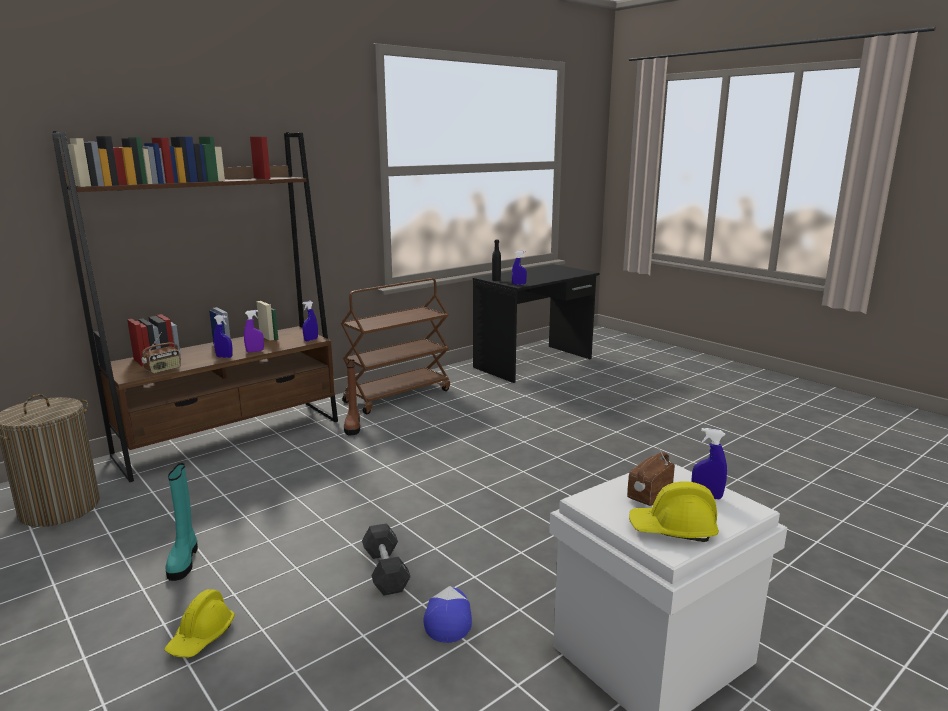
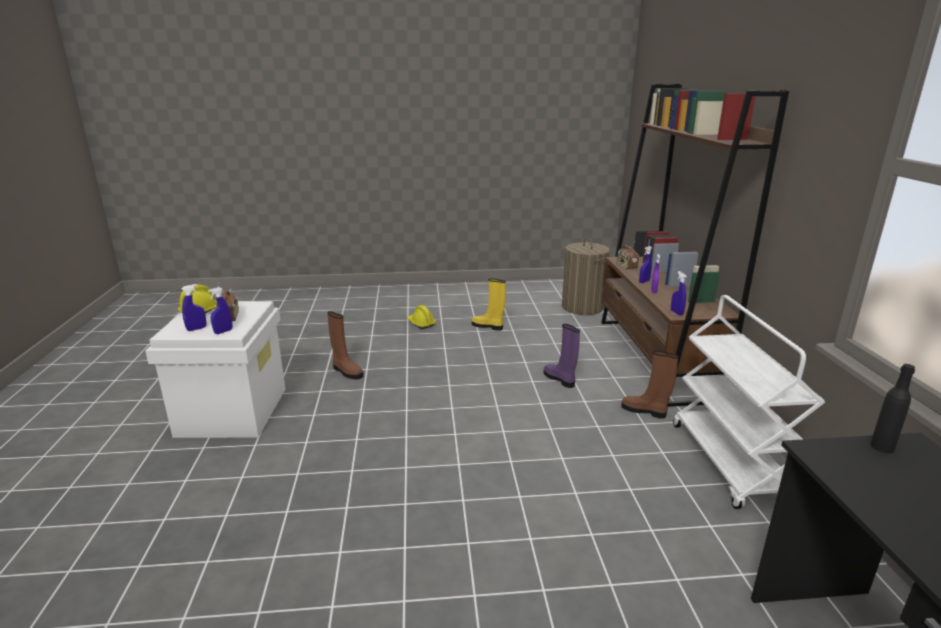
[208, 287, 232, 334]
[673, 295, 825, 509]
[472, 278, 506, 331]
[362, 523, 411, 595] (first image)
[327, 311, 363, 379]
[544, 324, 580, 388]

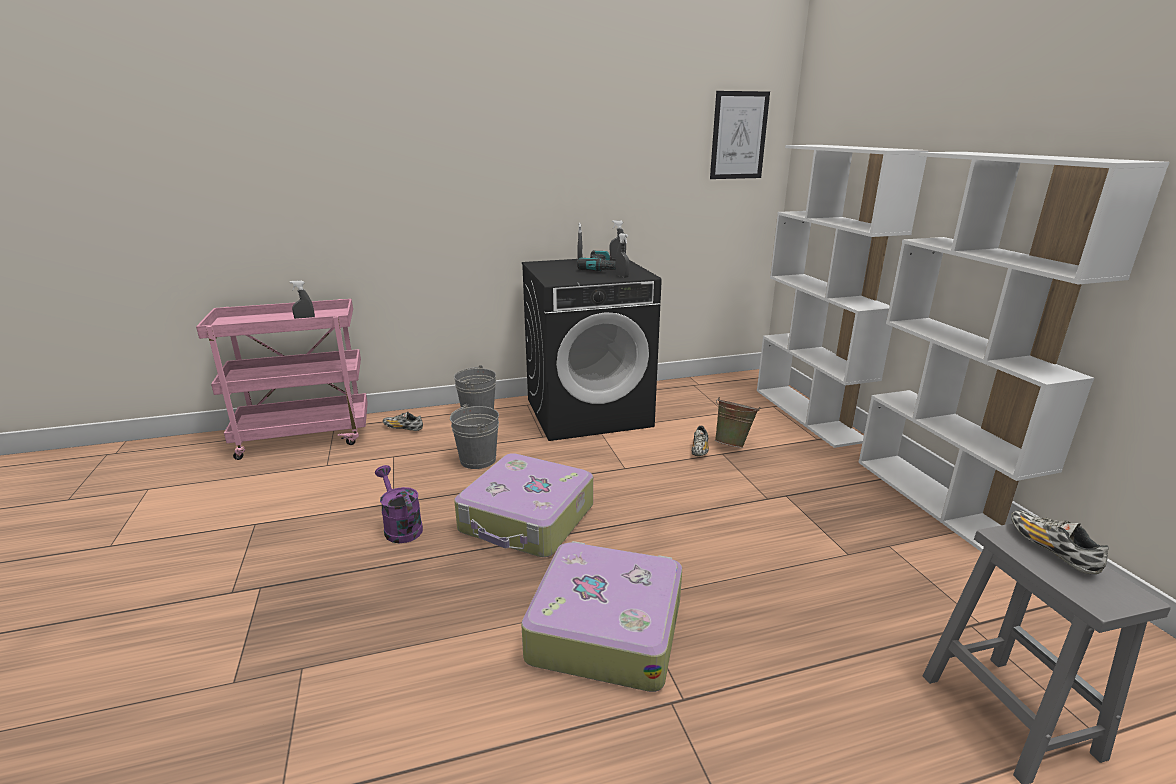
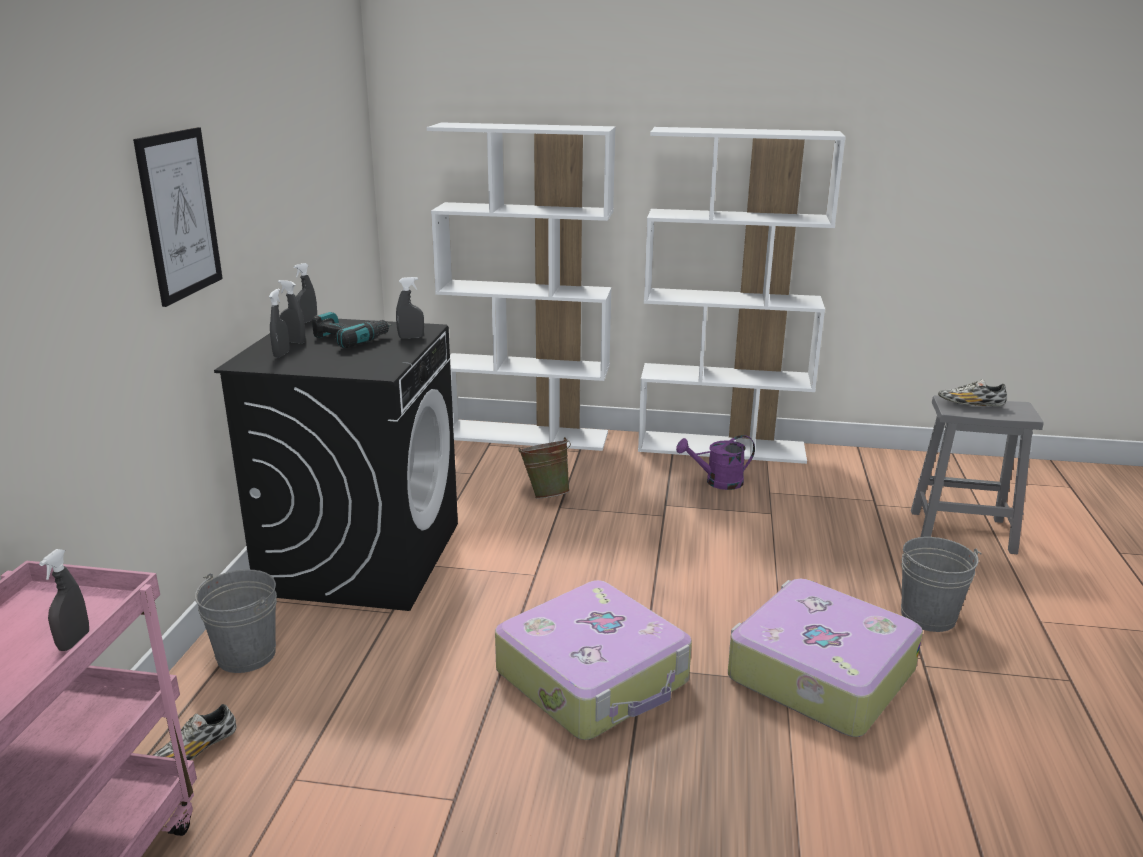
[133, 127, 223, 307]
[901, 537, 982, 632]
[692, 426, 709, 456] (first image)
[676, 435, 755, 490]
[269, 289, 289, 358]

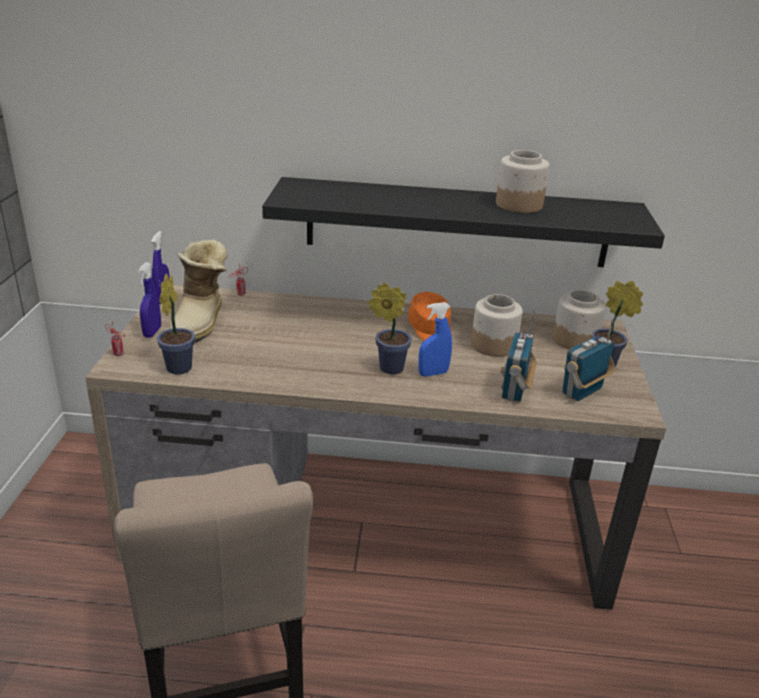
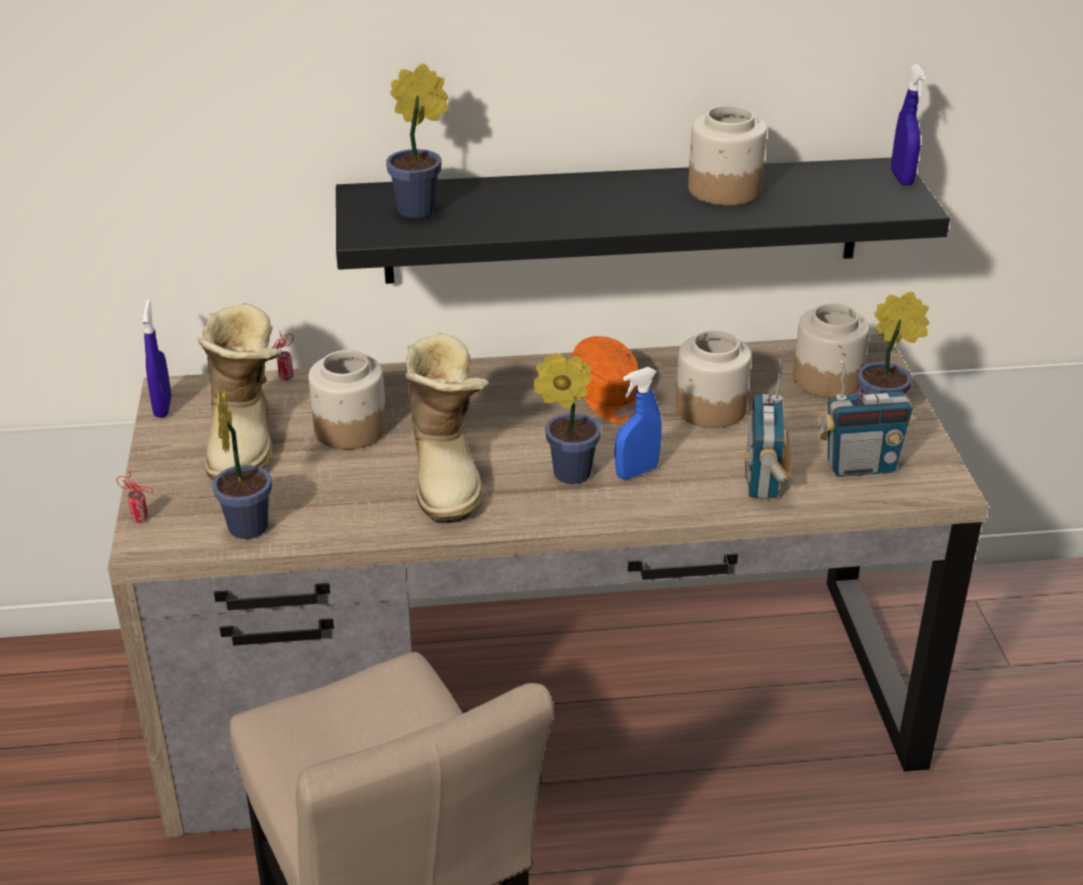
[891, 64, 926, 185]
[819, 361, 915, 477]
[386, 63, 448, 218]
[405, 333, 489, 523]
[309, 350, 387, 449]

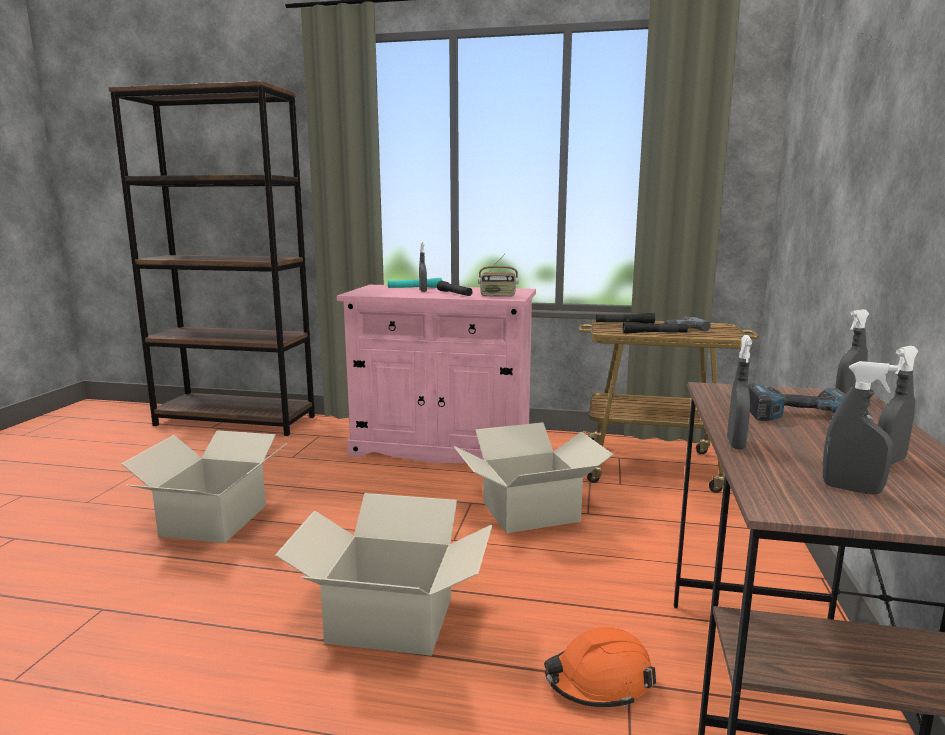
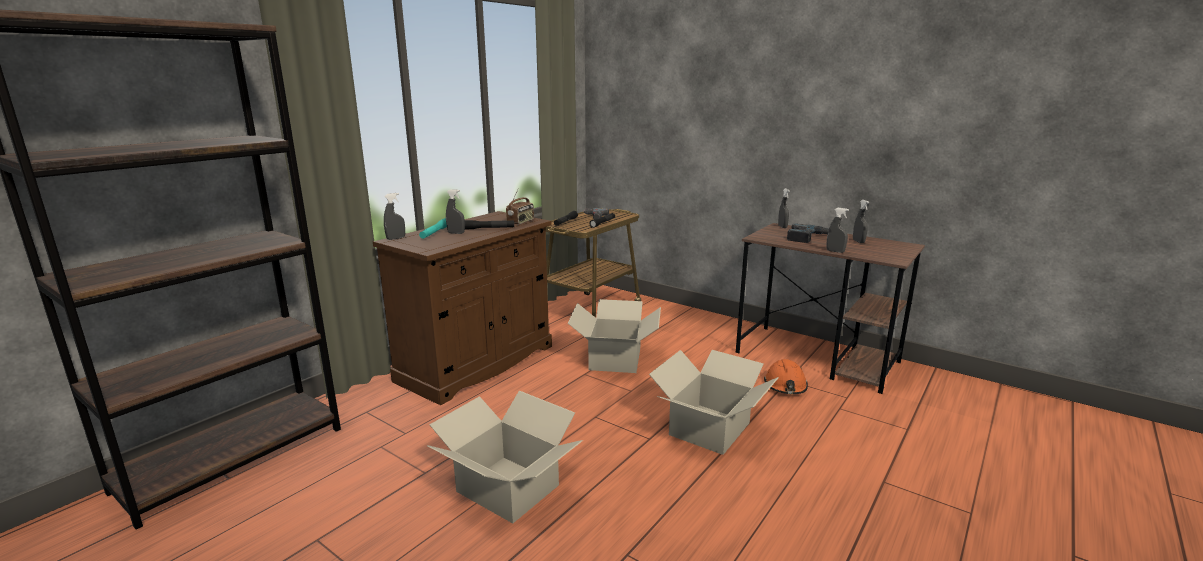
[373, 211, 552, 405]
[384, 193, 405, 240]

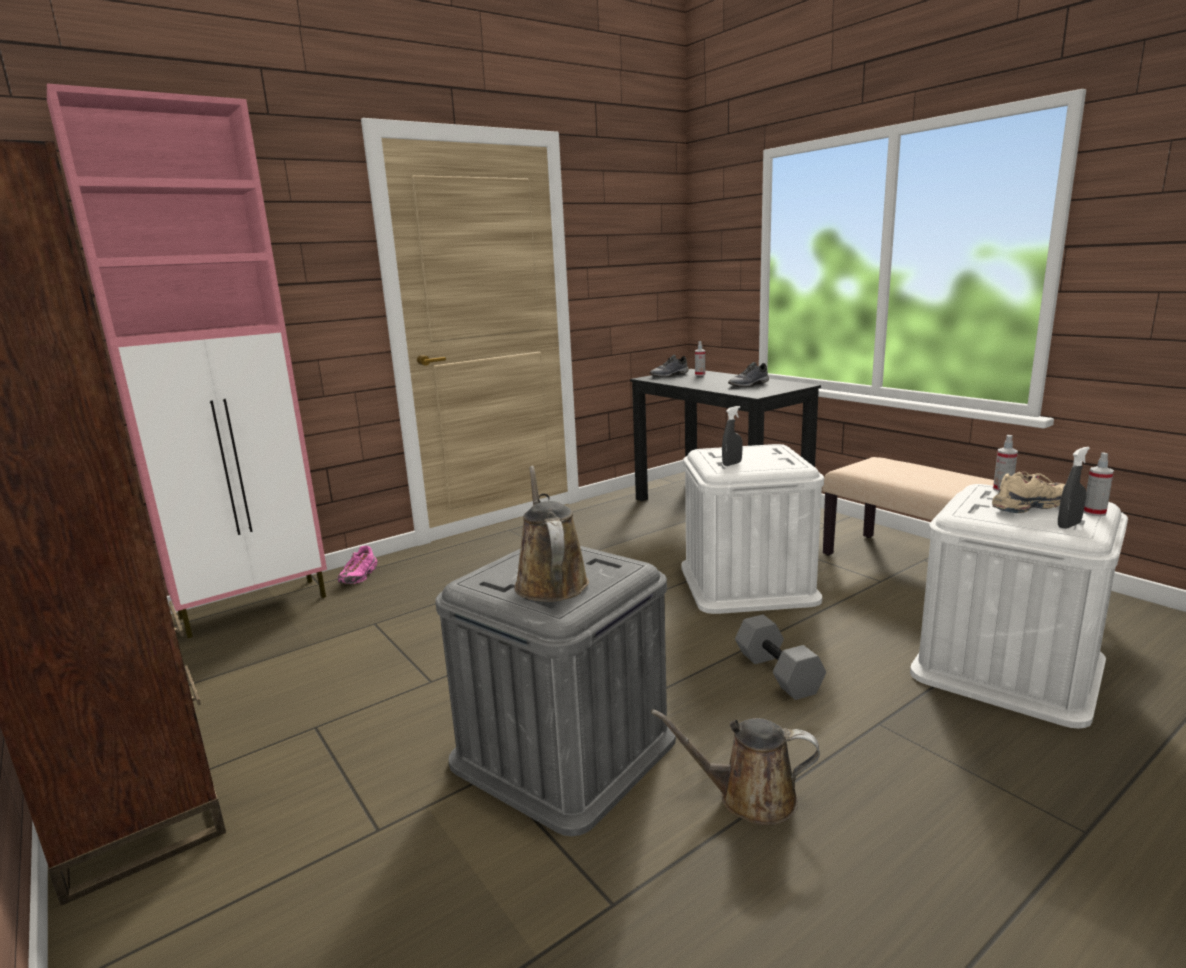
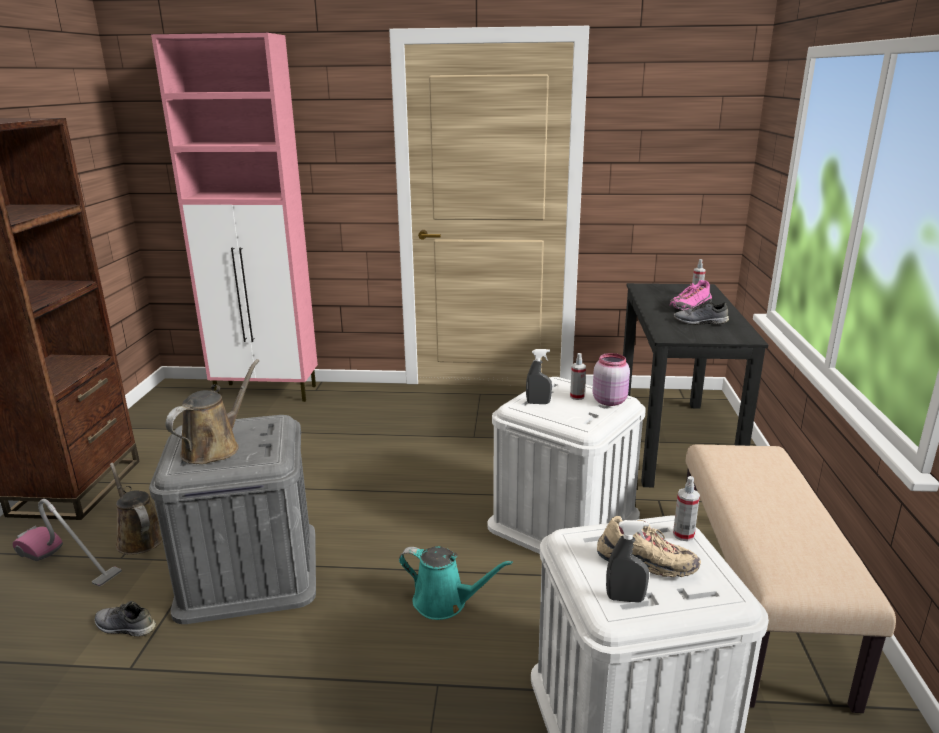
[94, 601, 156, 637]
[570, 353, 586, 400]
[670, 280, 712, 310]
[399, 546, 513, 620]
[110, 463, 163, 555]
[592, 353, 630, 406]
[13, 499, 122, 587]

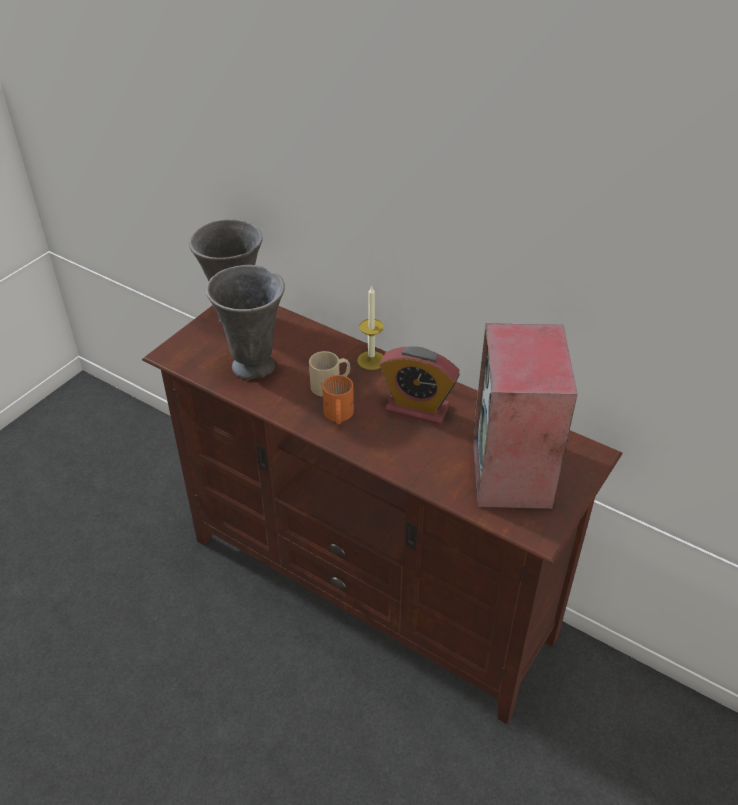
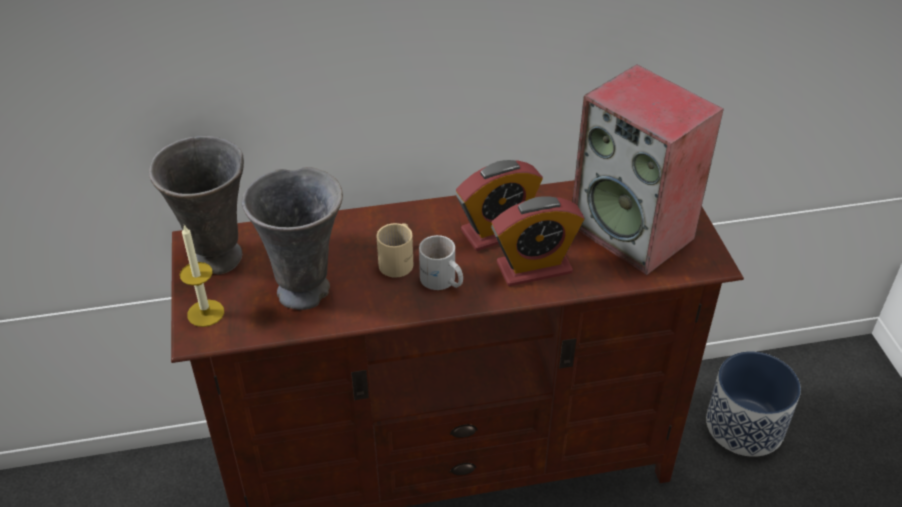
[180, 225, 224, 327]
[419, 235, 463, 290]
[491, 196, 585, 286]
[706, 351, 801, 457]

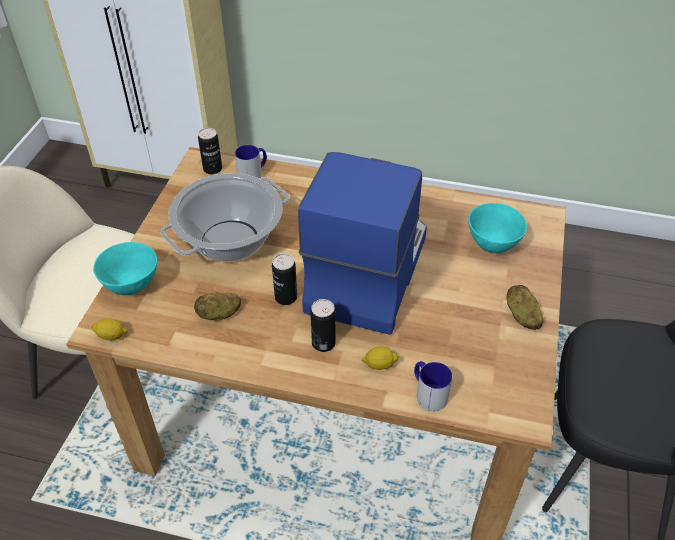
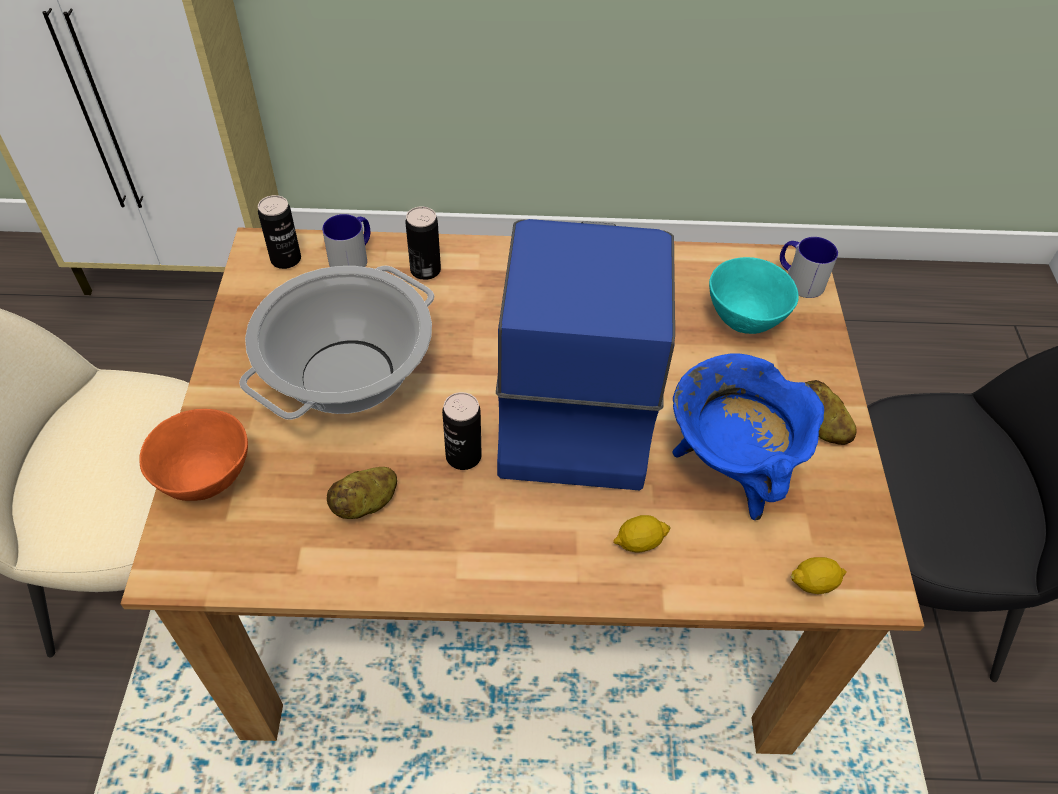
[140, 409, 248, 501]
[406, 206, 441, 280]
[791, 557, 847, 594]
[780, 237, 838, 298]
[672, 353, 824, 520]

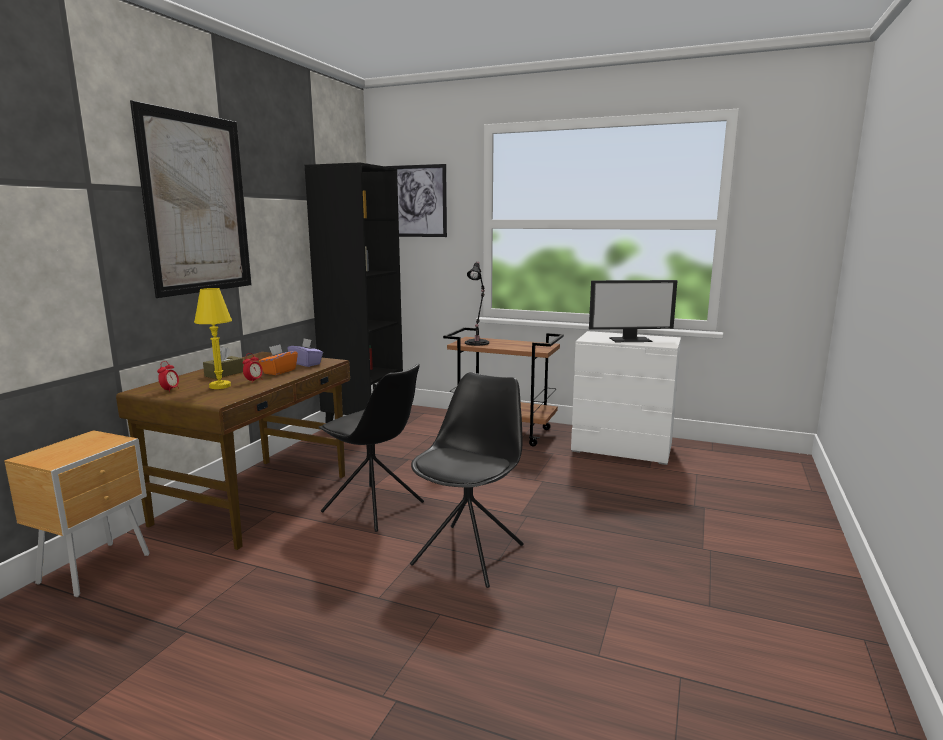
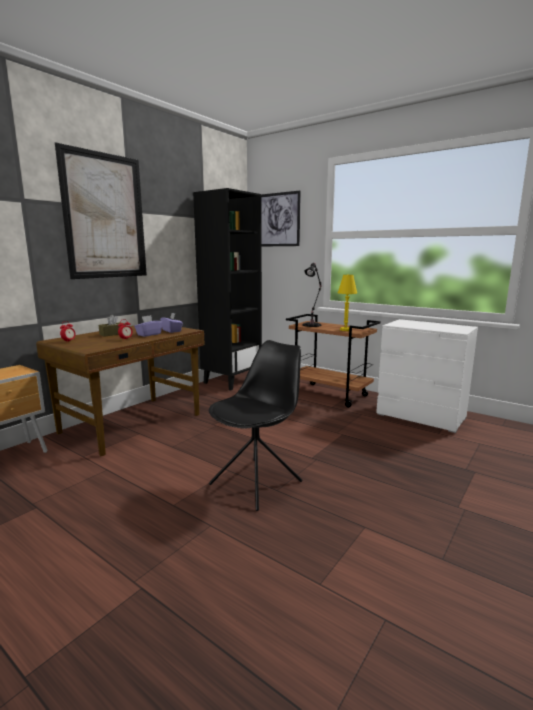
[589, 280, 678, 342] (first image)
[338, 275, 357, 331]
[134, 315, 163, 337]
[319, 364, 424, 532] (first image)

